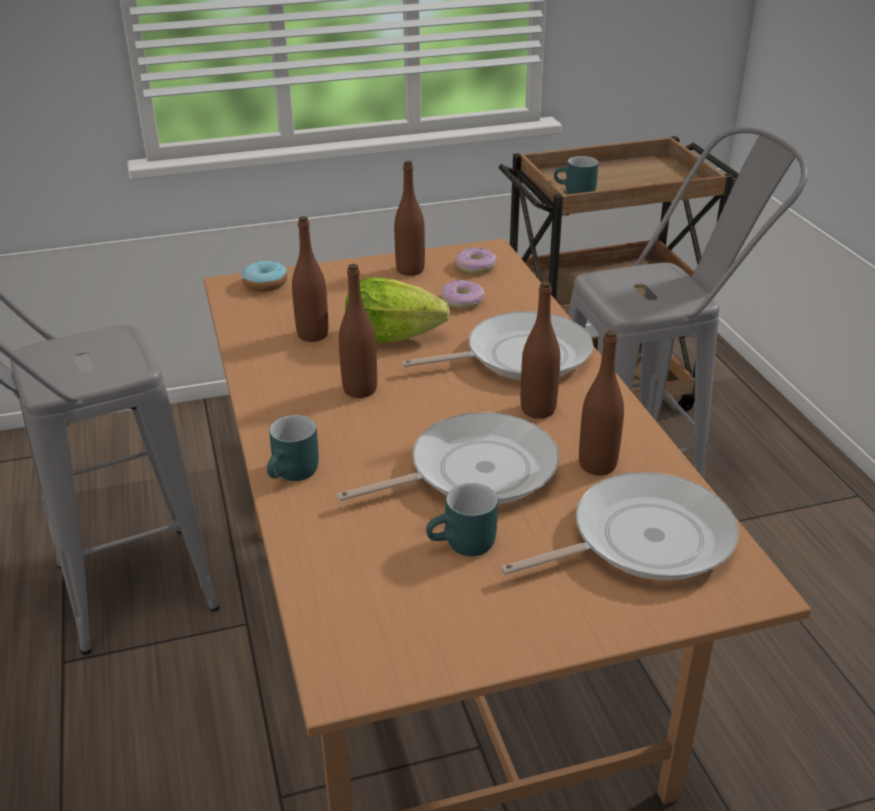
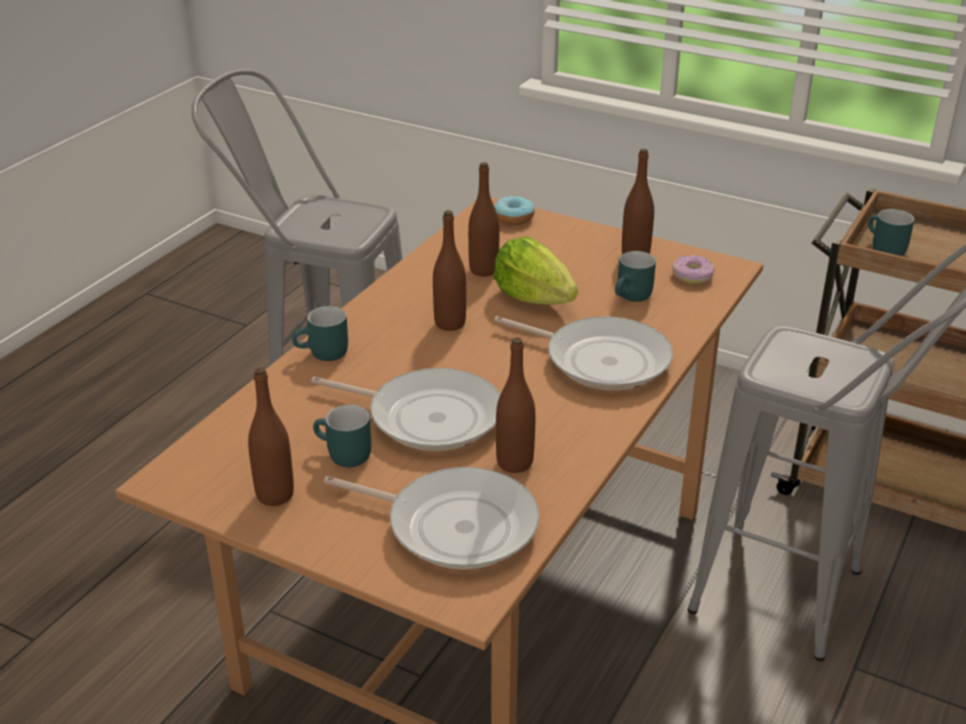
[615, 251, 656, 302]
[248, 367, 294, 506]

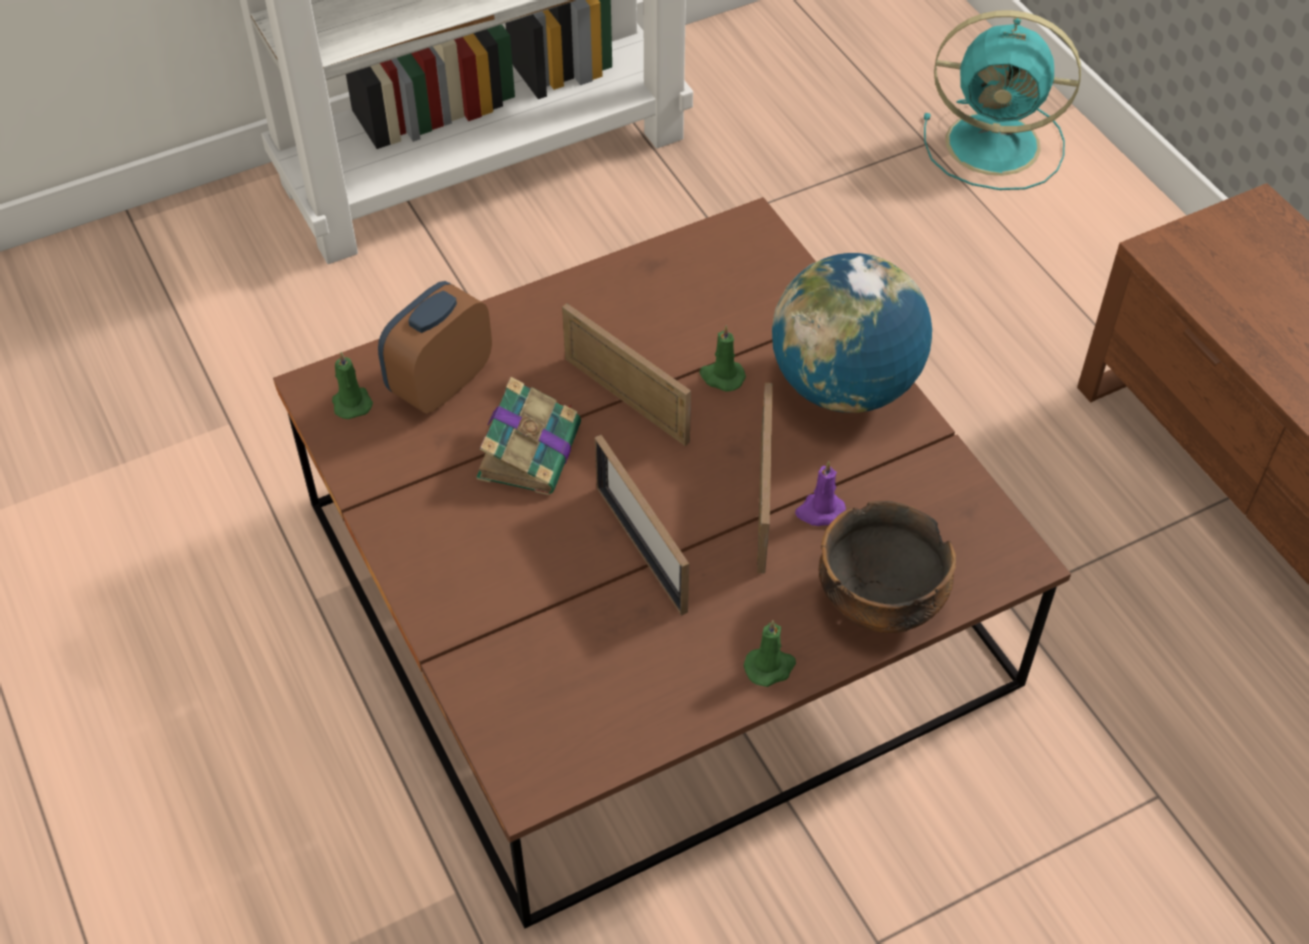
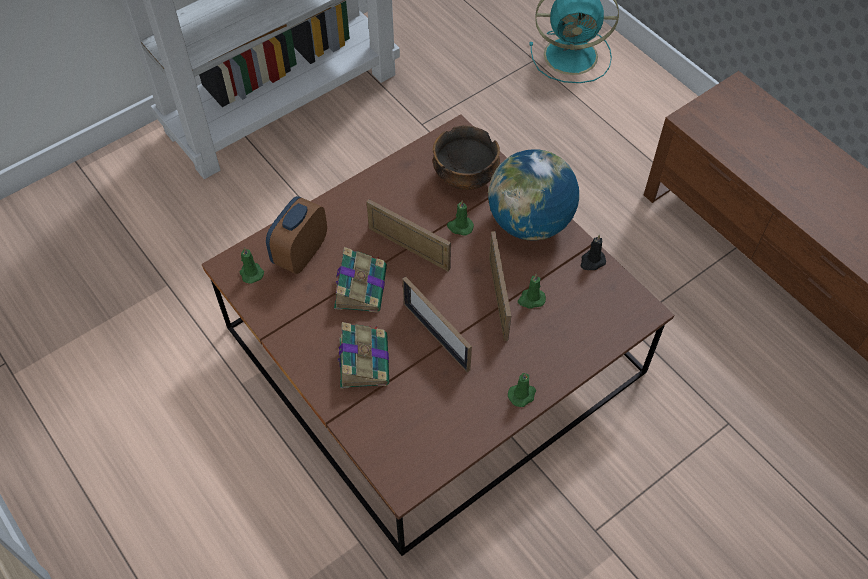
[518, 274, 546, 308]
[433, 125, 500, 190]
[581, 235, 606, 270]
[338, 322, 389, 389]

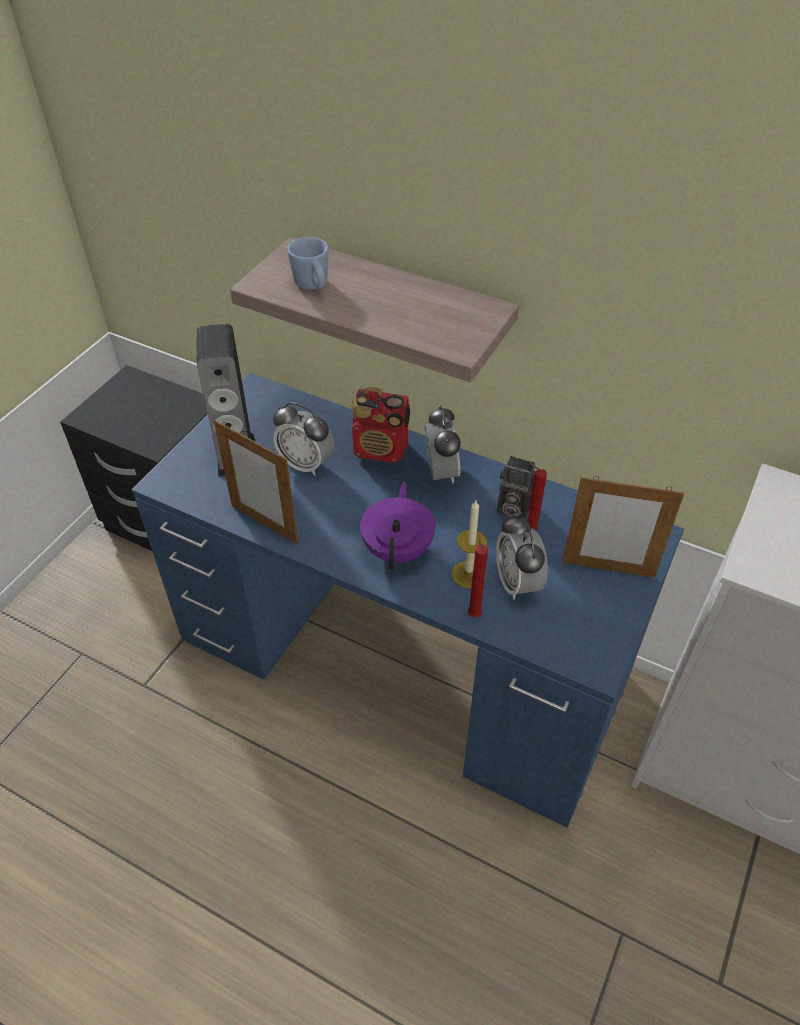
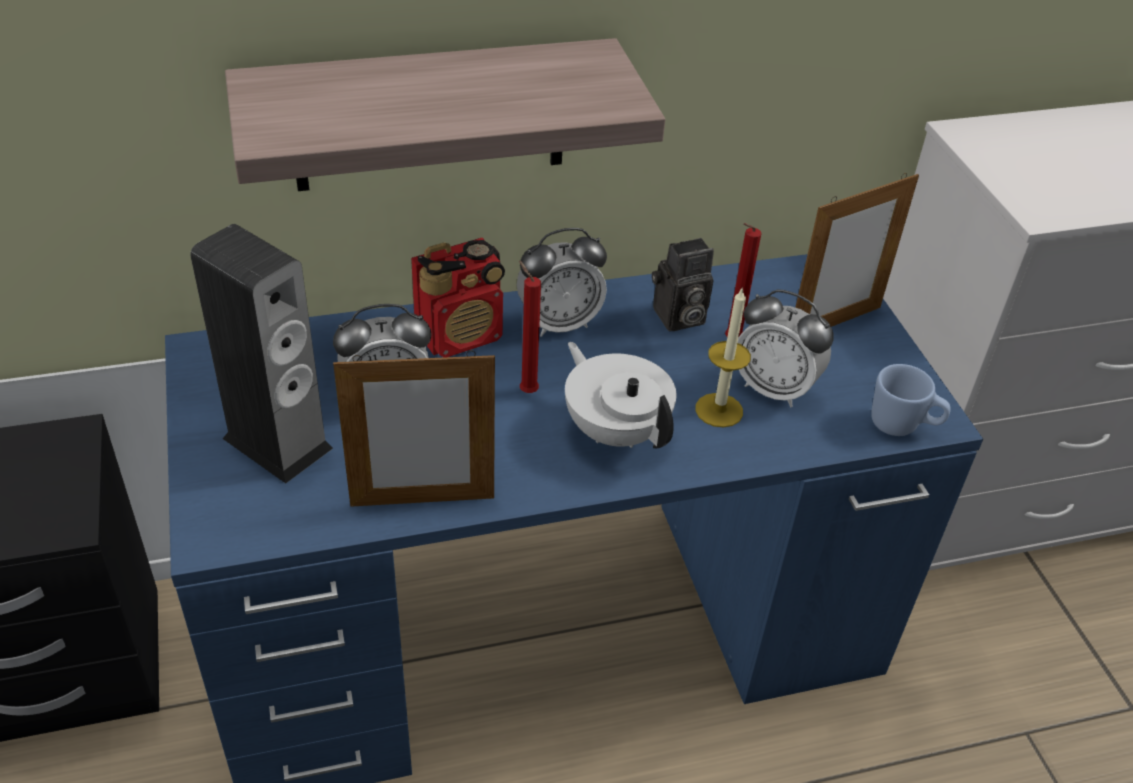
[871, 364, 951, 436]
[517, 228, 607, 337]
[565, 342, 677, 448]
[519, 261, 541, 393]

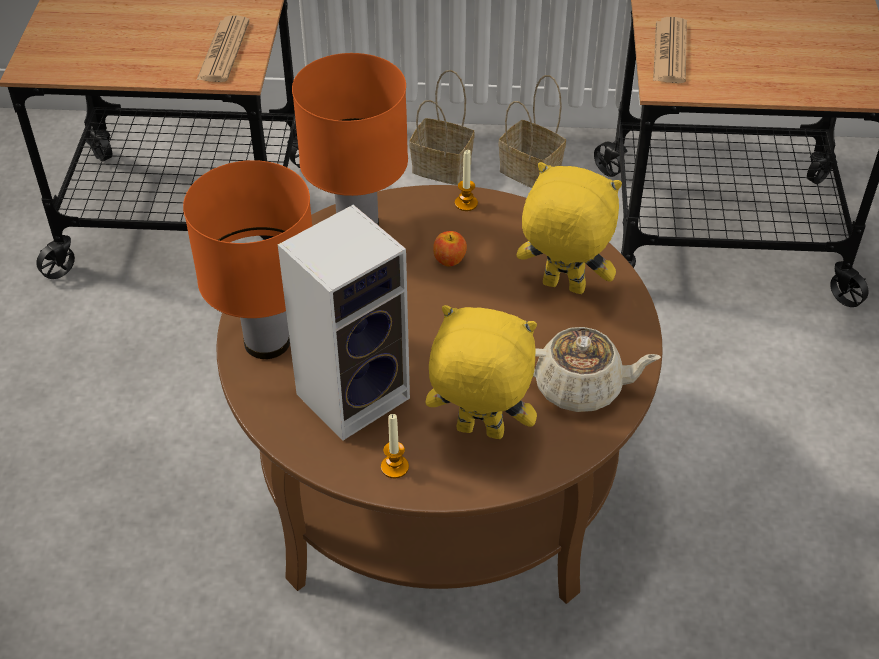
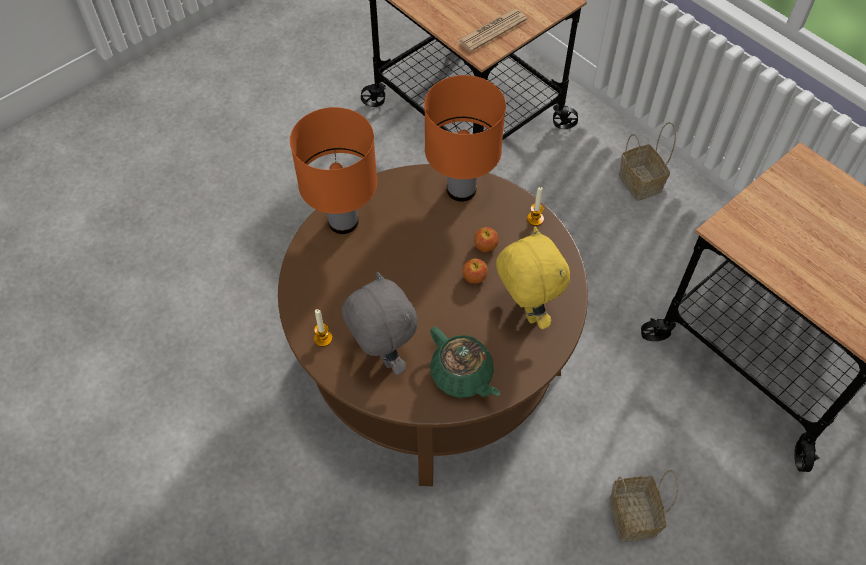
[653, 17, 687, 83] (first image)
[610, 470, 678, 542]
[278, 205, 410, 441] (first image)
[341, 272, 418, 375]
[430, 326, 500, 398]
[463, 258, 488, 284]

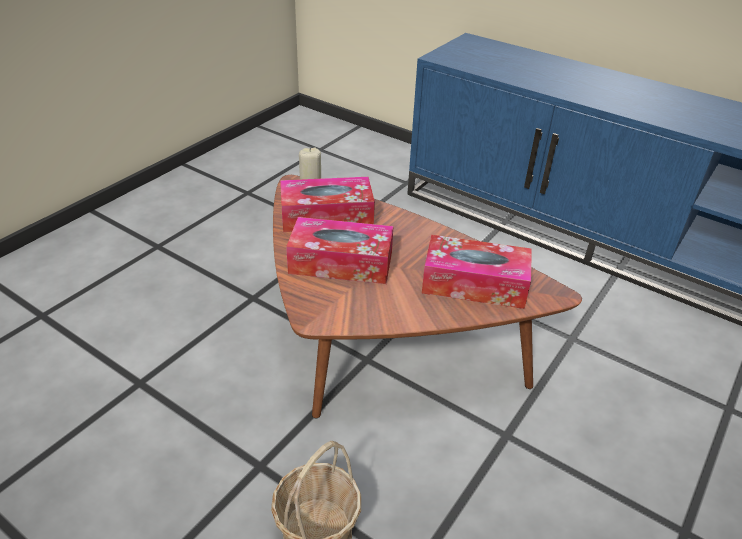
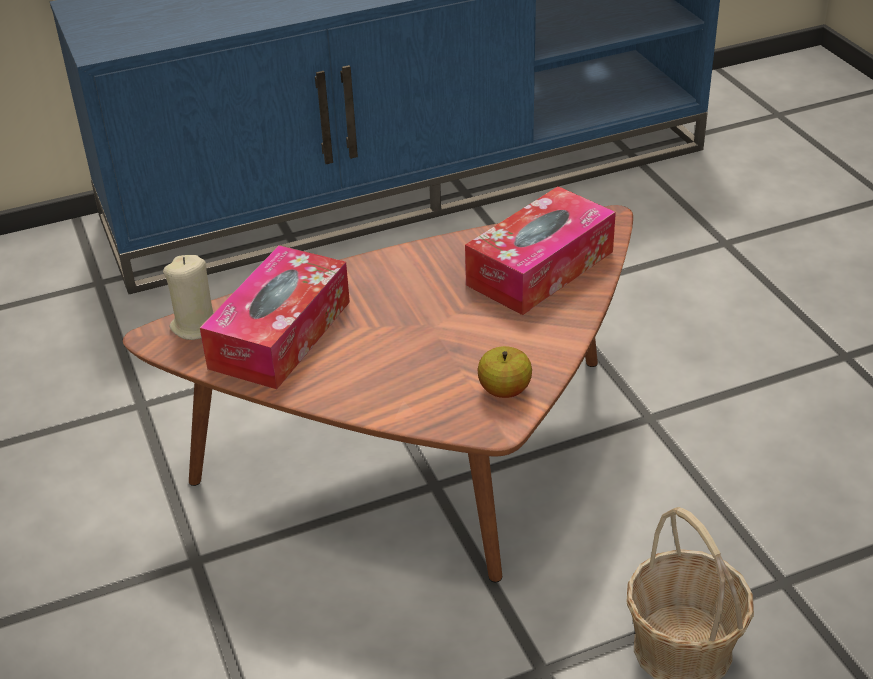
[286, 217, 393, 284] (first image)
[478, 346, 532, 398]

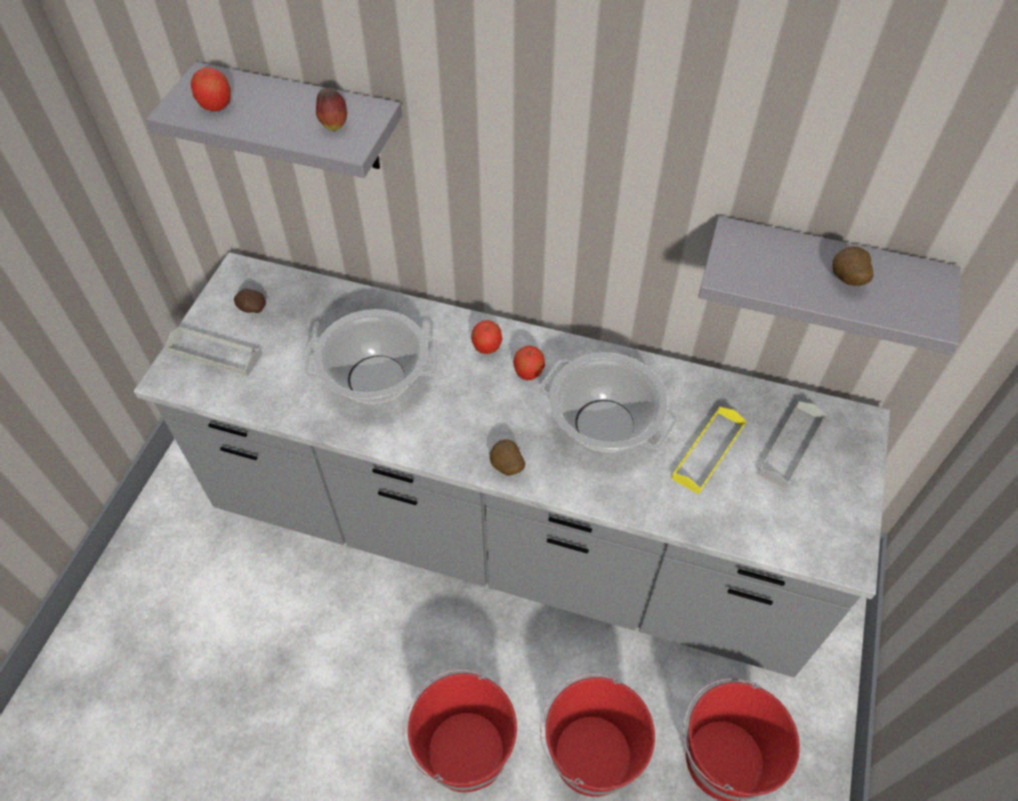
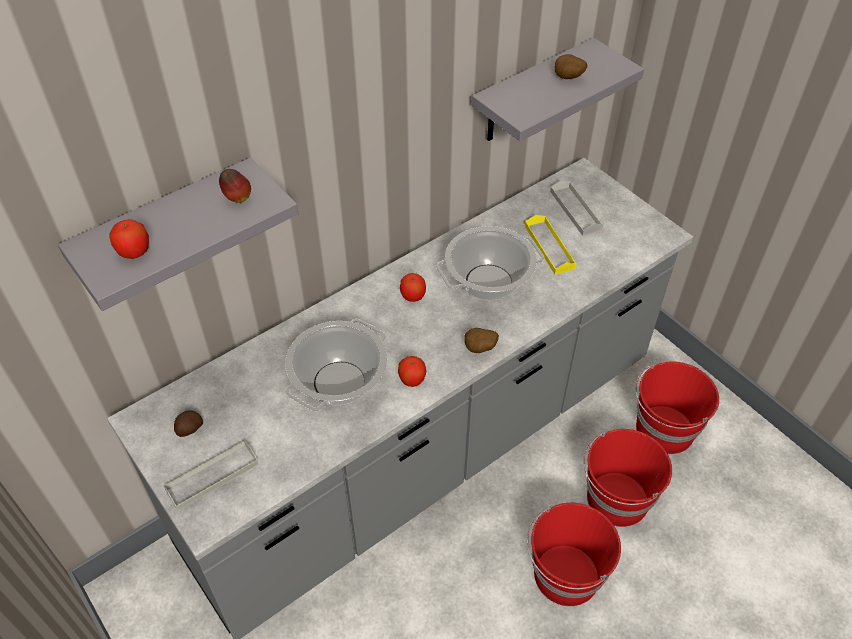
[398, 356, 426, 387]

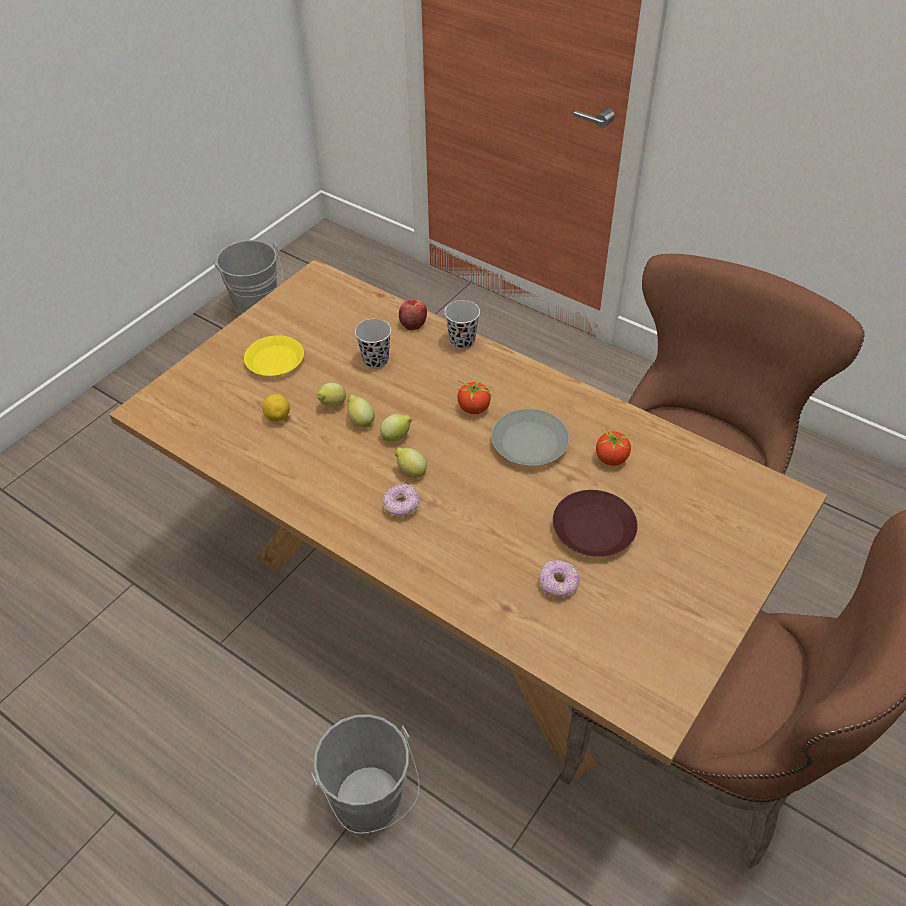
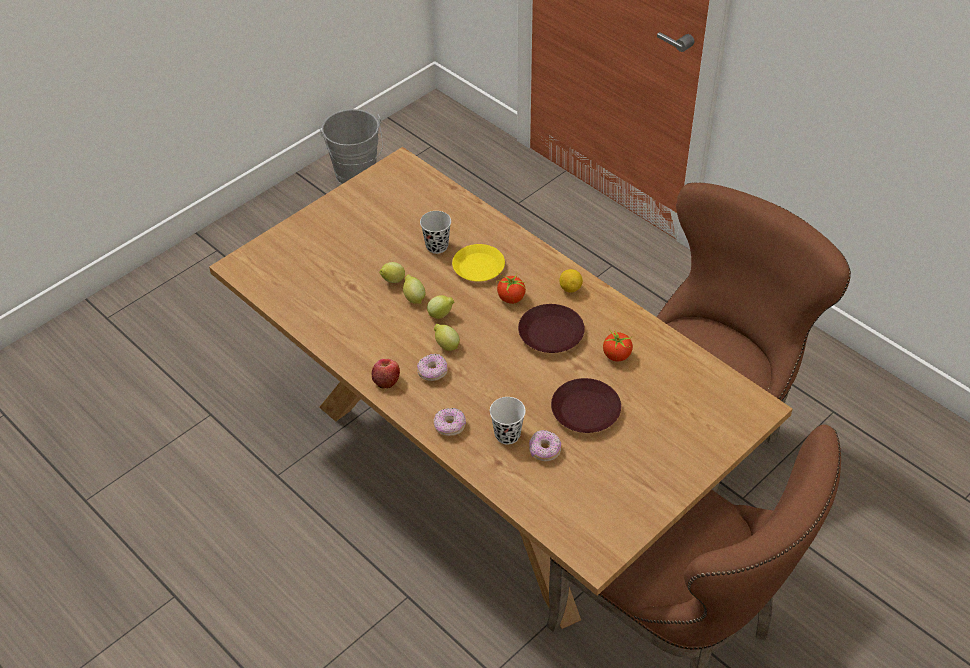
[372, 359, 400, 389]
[444, 300, 480, 349] (first image)
[452, 244, 505, 281]
[559, 269, 583, 293]
[518, 304, 585, 353]
[311, 714, 420, 834] (first image)
[490, 397, 526, 445]
[433, 408, 466, 436]

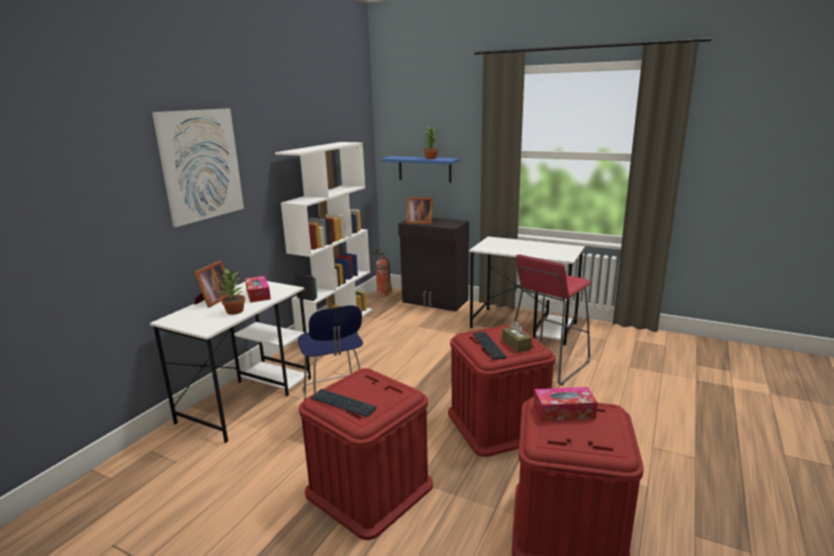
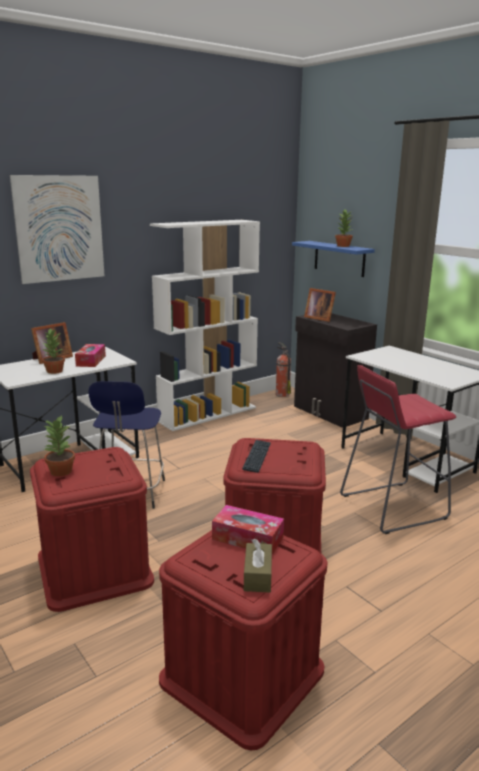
[244, 539, 272, 593]
[44, 416, 75, 476]

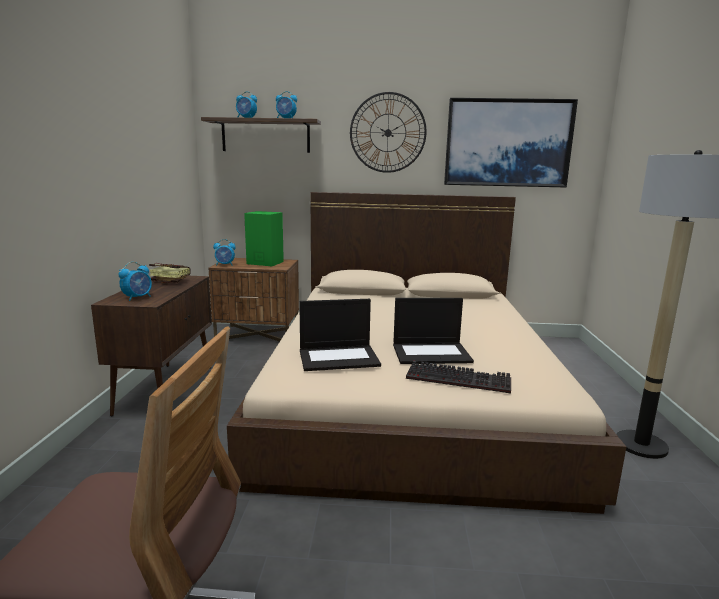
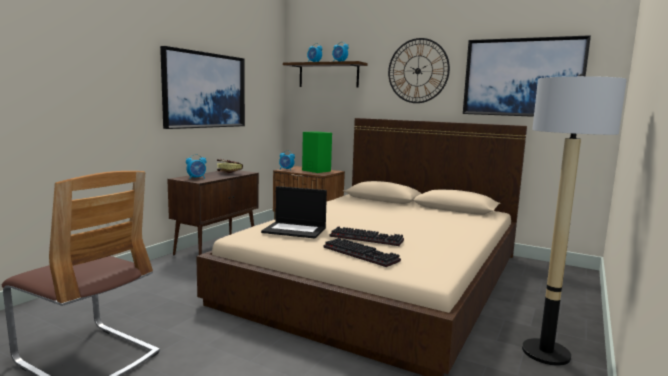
[330, 226, 404, 246]
[160, 46, 245, 129]

